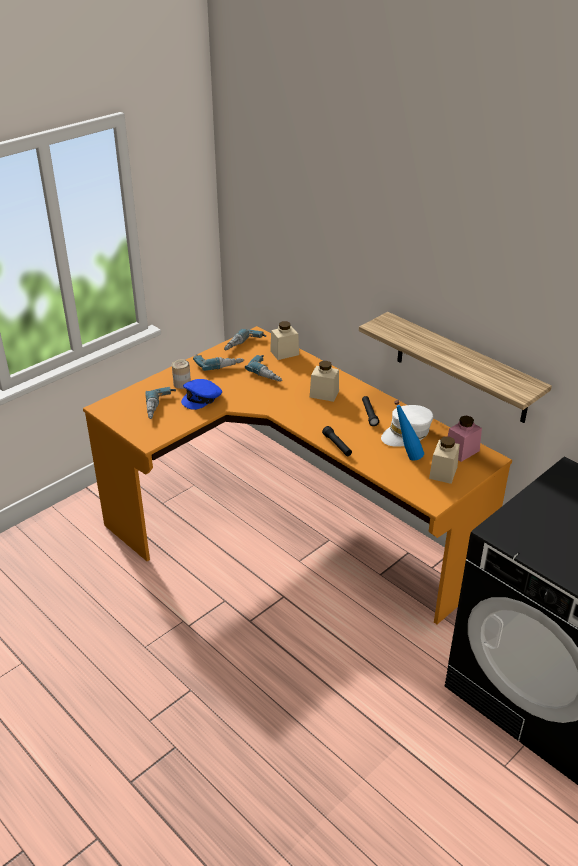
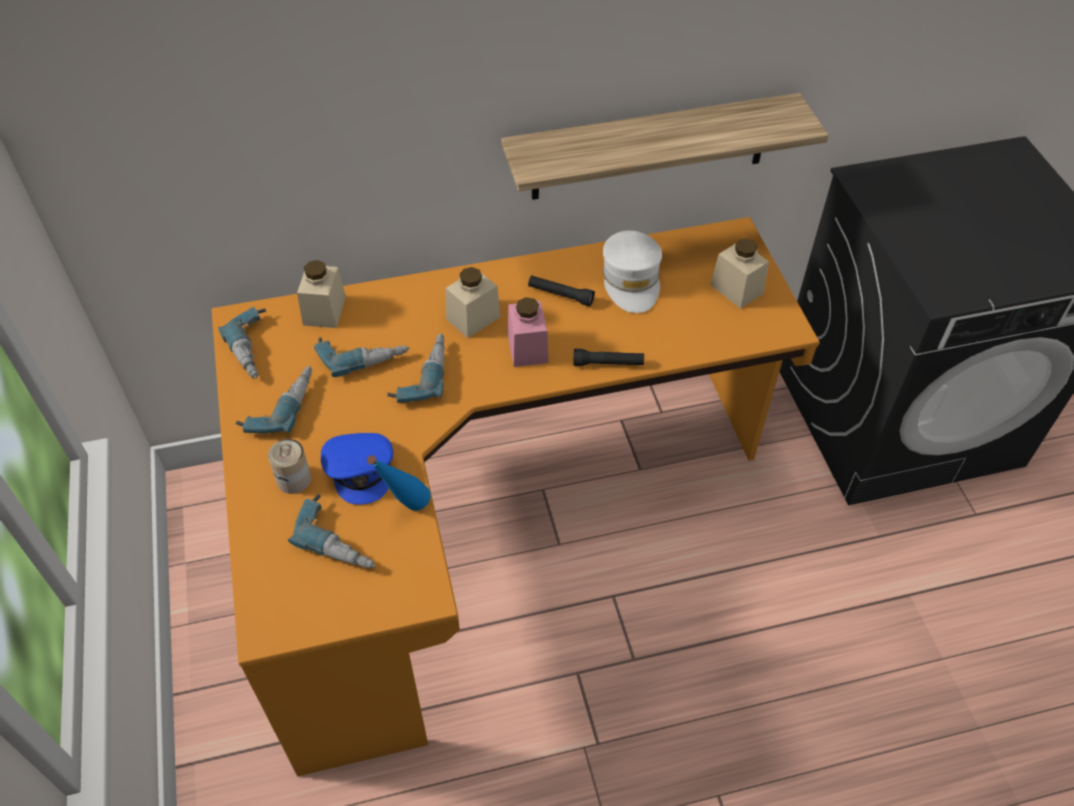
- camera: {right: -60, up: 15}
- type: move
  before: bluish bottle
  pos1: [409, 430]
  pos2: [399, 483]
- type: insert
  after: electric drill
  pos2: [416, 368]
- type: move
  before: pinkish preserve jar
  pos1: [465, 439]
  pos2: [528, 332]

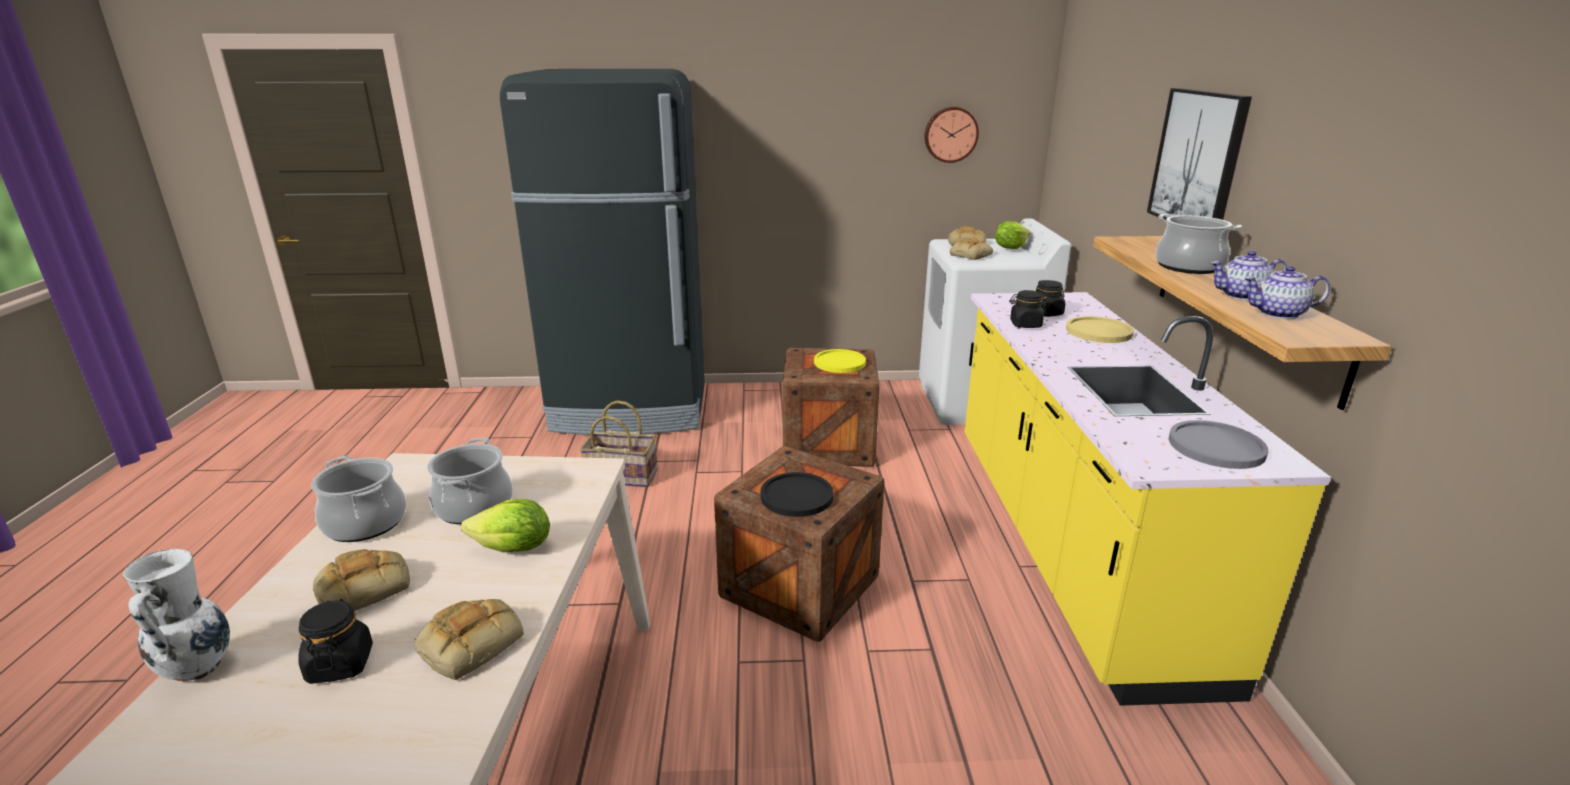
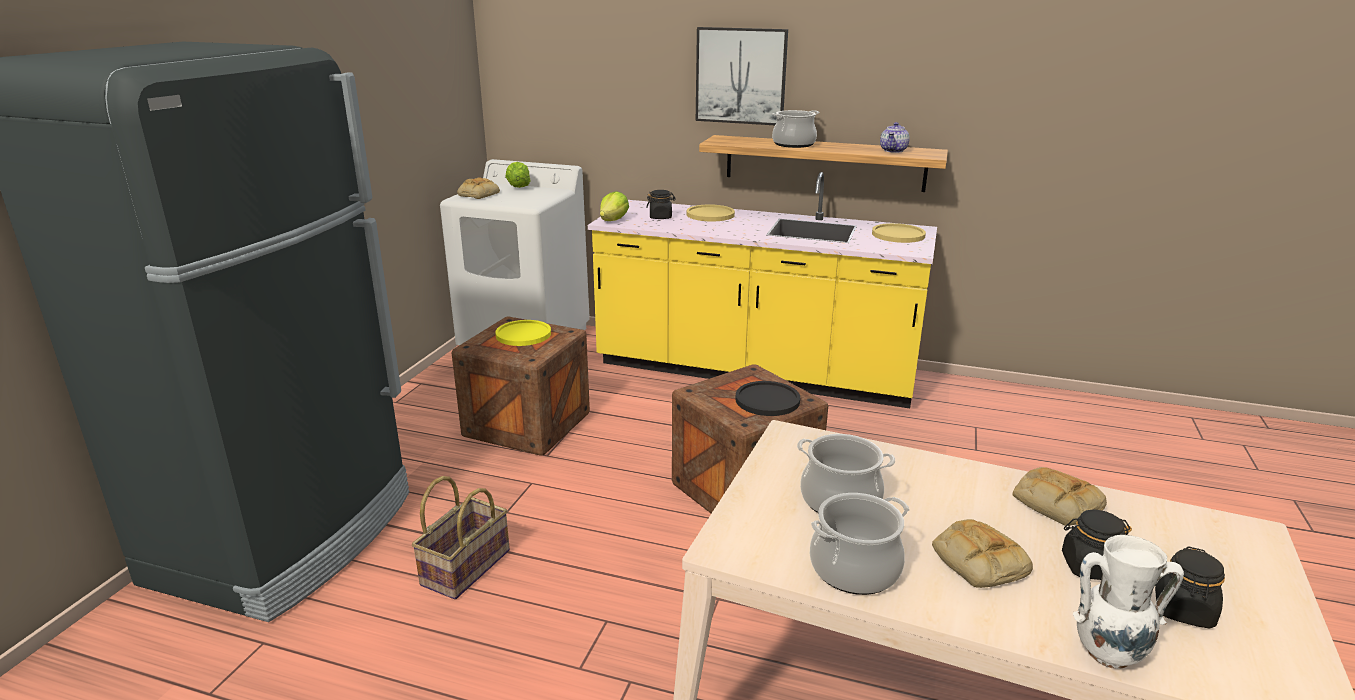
- camera: {right: -70, up: 0}
- type: move
  before: lettuce
  pos1: [505, 525]
  pos2: [614, 206]
- type: recolor
  before: greyish plate
  after: yellowish plate
  pos1: [1218, 444]
  pos2: [899, 233]
- type: move
  before: black-coloured preserve jar
  pos1: [1028, 309]
  pos2: [1190, 587]
- type: delete
  before: hanging clock
  pos1: [952, 135]
- type: delete
  before: baked bread
  pos1: [971, 248]
- type: delete
  before: tea pot
  pos1: [1249, 275]

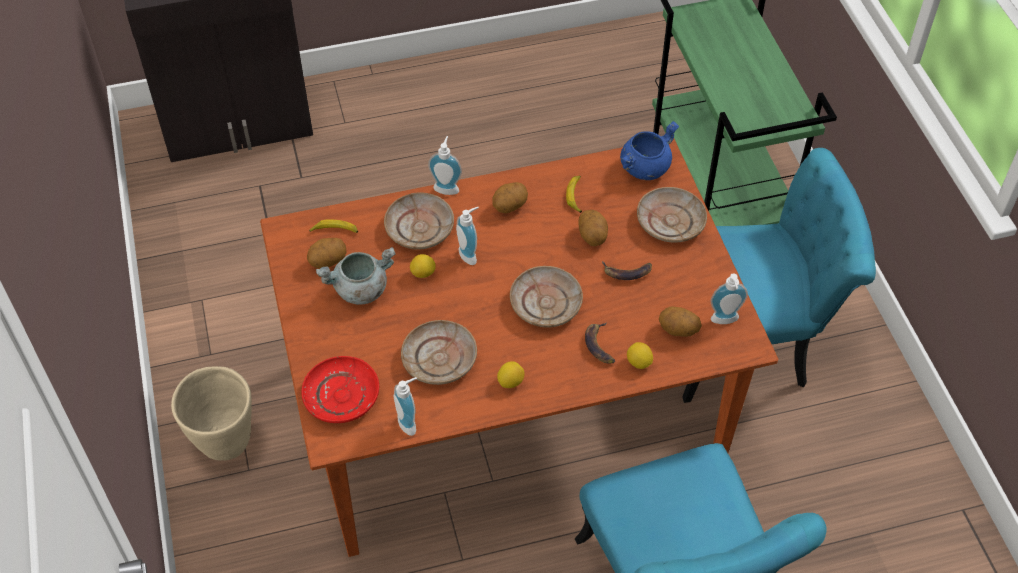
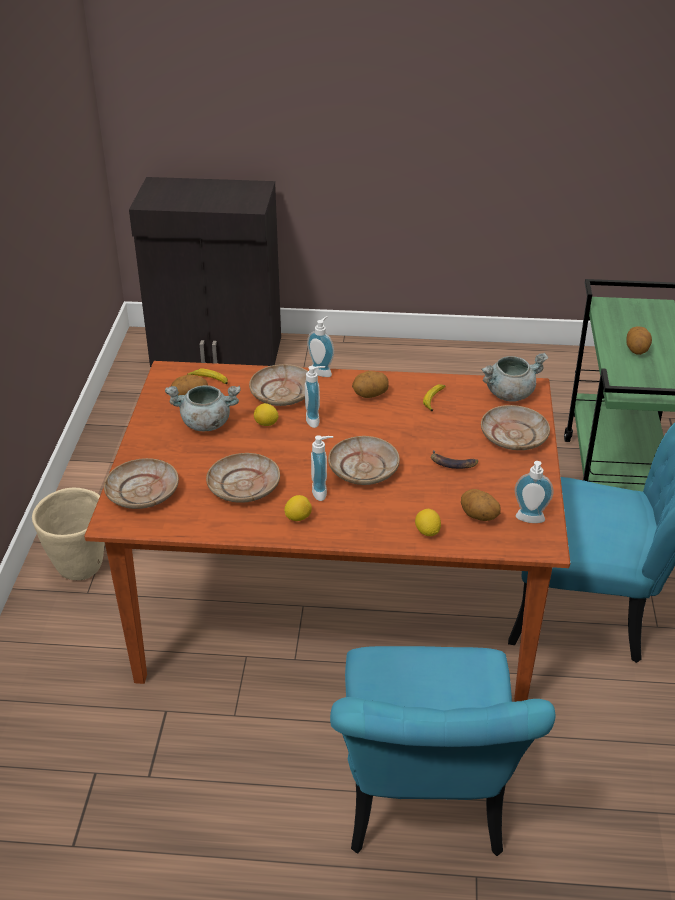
- camera: {right: 20, up: -15}
- type: recolor
  before: reddish plate
  after: beige-coloured plate
  pos1: [340, 389]
  pos2: [141, 483]
- type: move
  before: liquid soap bottle
  pos1: [405, 406]
  pos2: [322, 468]
- type: recolor
  before: bluish saucepot
  after: greyish saucepot
  pos1: [649, 150]
  pos2: [514, 377]
- type: move
  before: whole potato
  pos1: [593, 228]
  pos2: [639, 340]
- type: delete
  before: whole banana
  pos1: [600, 342]

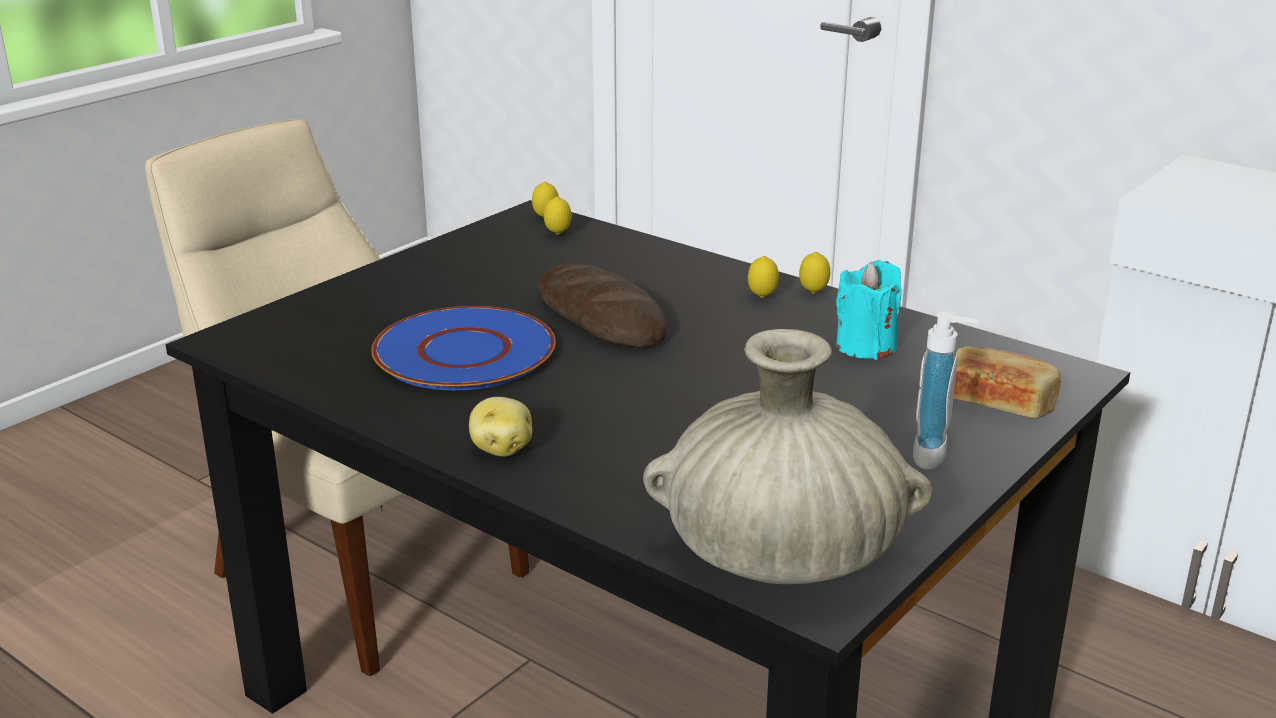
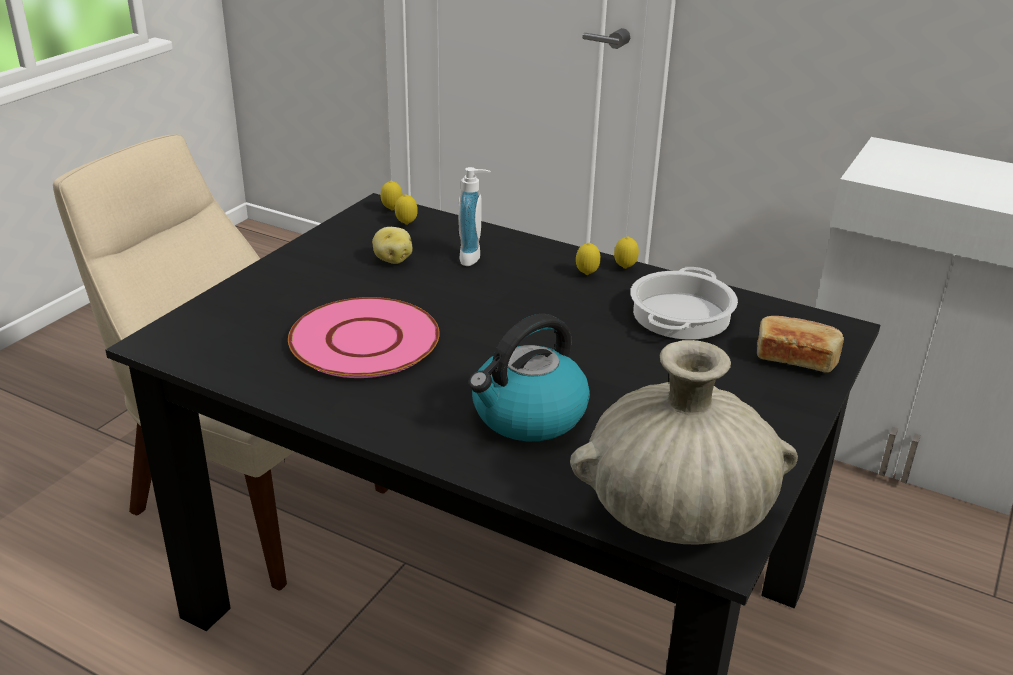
- camera: {right: -10, up: 5}
- type: recolor
  before: bluish plate
  after: pinkish plate
  pos1: [463, 348]
  pos2: [364, 337]
- type: move
  before: whole potato
  pos1: [500, 427]
  pos2: [392, 245]
- type: move
  before: liquid soap bottle
  pos1: [946, 391]
  pos2: [474, 216]
- type: insert
  after: water kettle
  pos2: [529, 377]
- type: replace
  before: blue-green wax candle
  after: saucepot
  pos1: [869, 310]
  pos2: [684, 303]
- type: delete
  before: baked bread
  pos1: [602, 305]

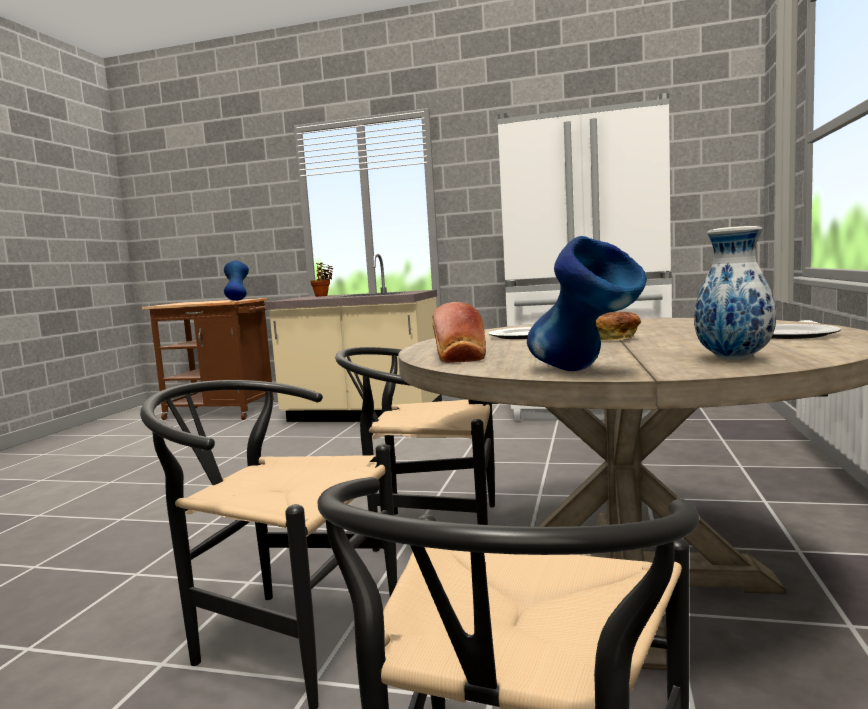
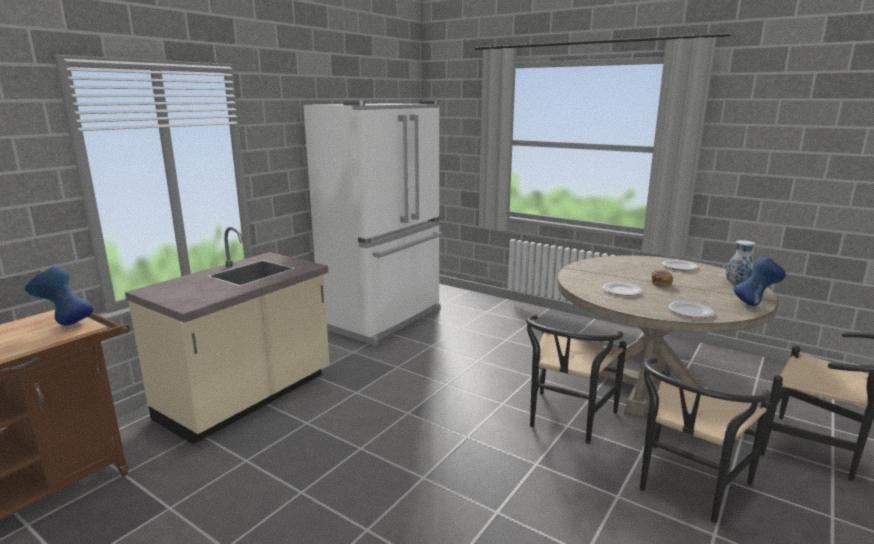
- camera: {right: -70, up: 10}
- type: replace
  before: baked bread
  after: plate
  pos1: [459, 332]
  pos2: [691, 309]
- type: delete
  before: houseplant
  pos1: [322, 279]

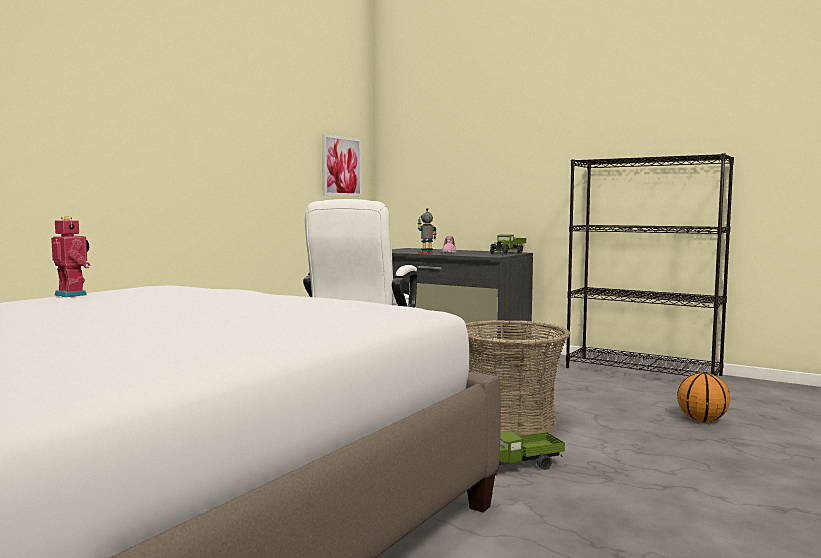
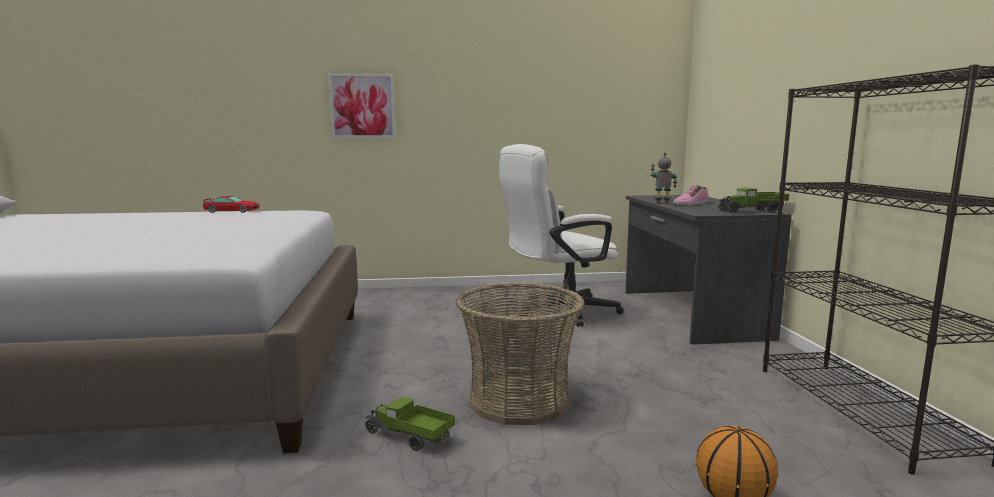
- camera: {right: 50, up: 5}
- type: replace
  before: robot figure
  after: miniature car
  pos1: [70, 256]
  pos2: [231, 204]
- type: move
  before: picture
  pos1: [342, 165]
  pos2: [362, 105]

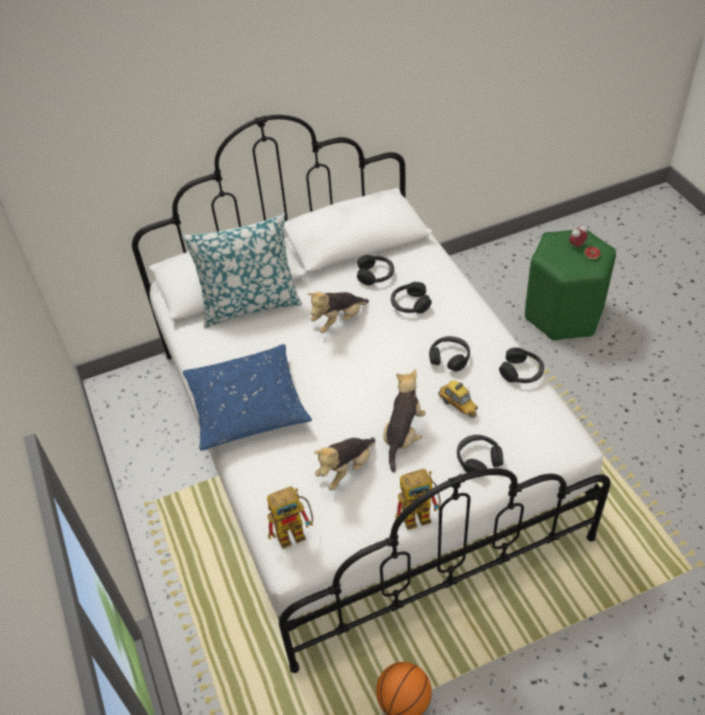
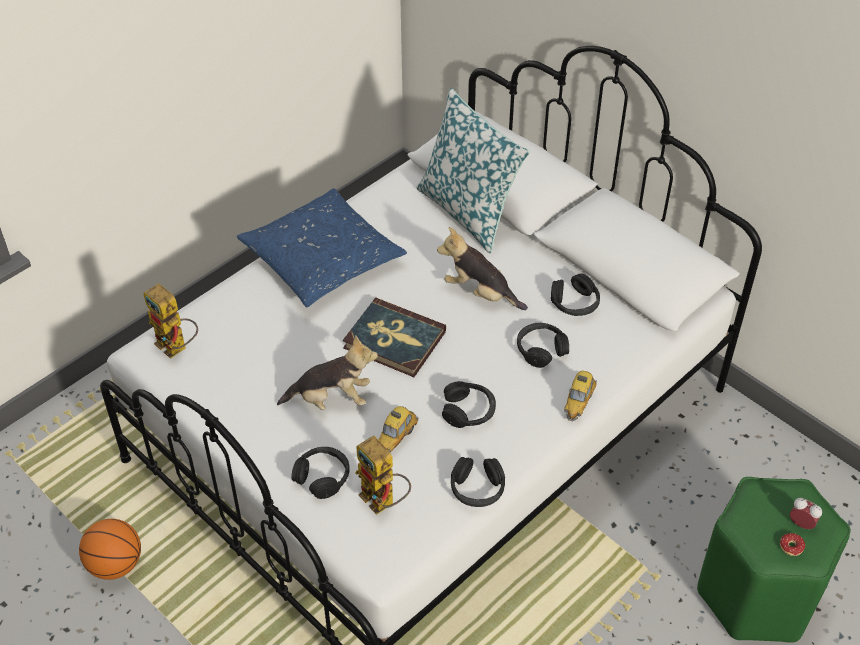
- camera: {right: 65, up: 0}
- type: insert
  after: volume
  pos2: [394, 337]
- type: move
  before: robot figure
  pos1: [418, 499]
  pos2: [383, 475]
- type: insert
  after: miniature car
  pos2: [580, 396]
- type: delete
  before: plush toy
  pos1: [344, 464]

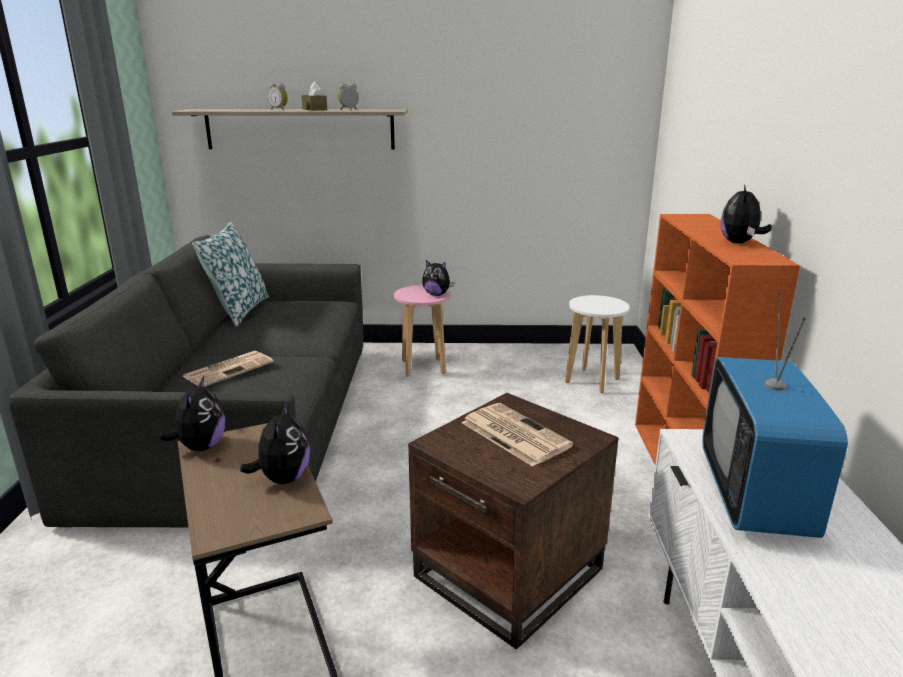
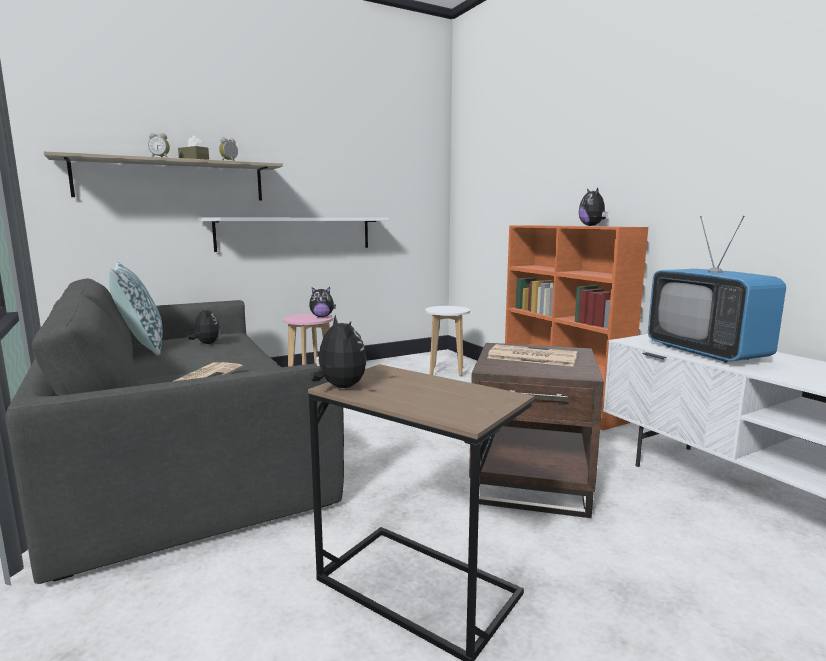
- camera: {right: -30, up: -10}
- type: move
  before: plush toy
  pos1: [275, 443]
  pos2: [204, 325]
- type: insert
  after: white shelf
  pos2: [293, 235]

